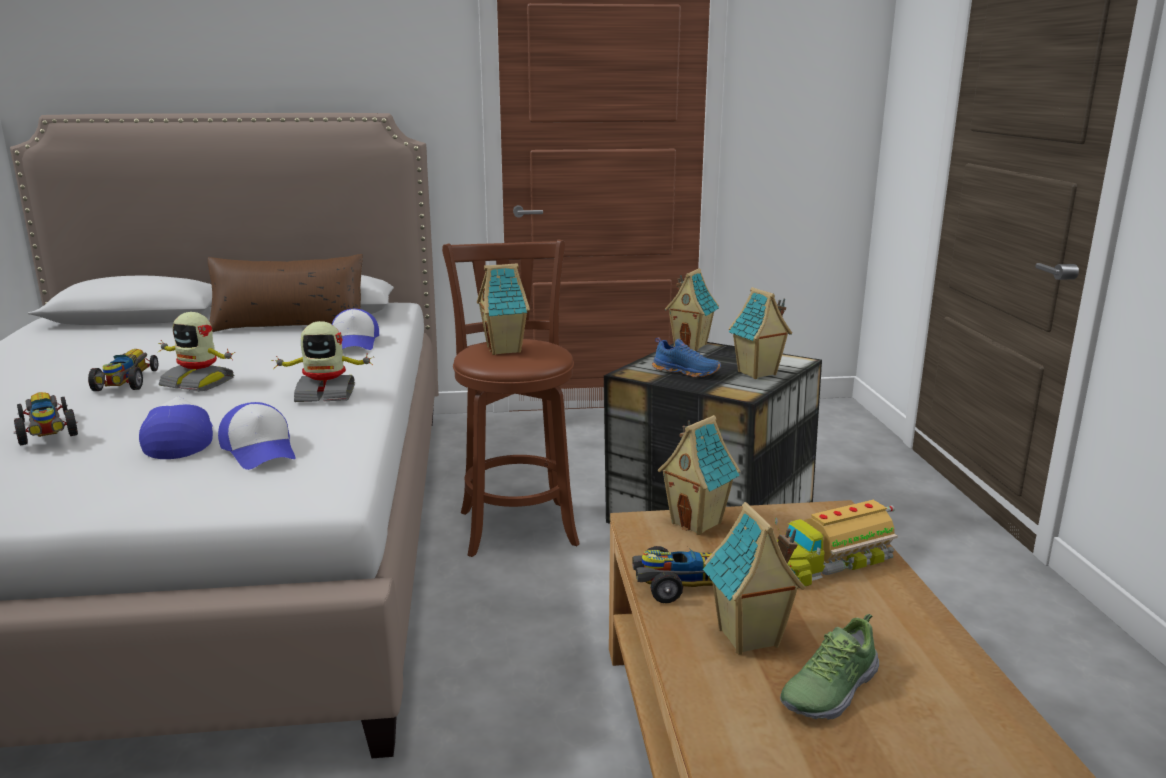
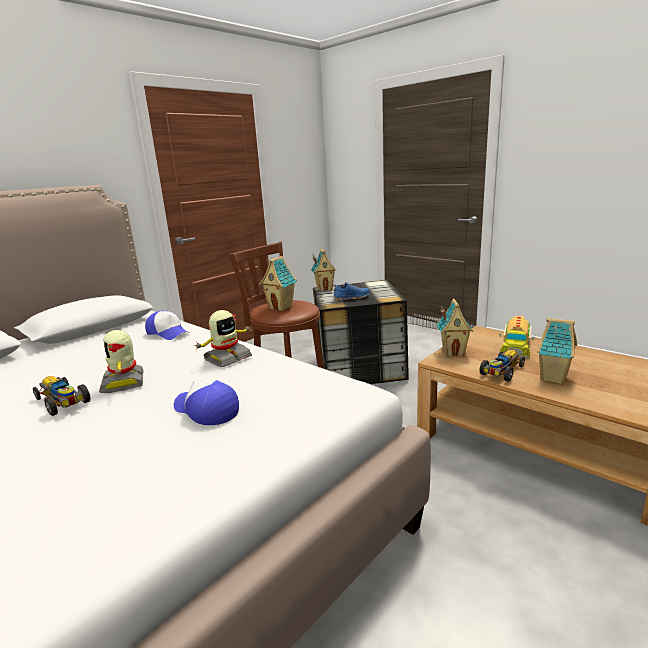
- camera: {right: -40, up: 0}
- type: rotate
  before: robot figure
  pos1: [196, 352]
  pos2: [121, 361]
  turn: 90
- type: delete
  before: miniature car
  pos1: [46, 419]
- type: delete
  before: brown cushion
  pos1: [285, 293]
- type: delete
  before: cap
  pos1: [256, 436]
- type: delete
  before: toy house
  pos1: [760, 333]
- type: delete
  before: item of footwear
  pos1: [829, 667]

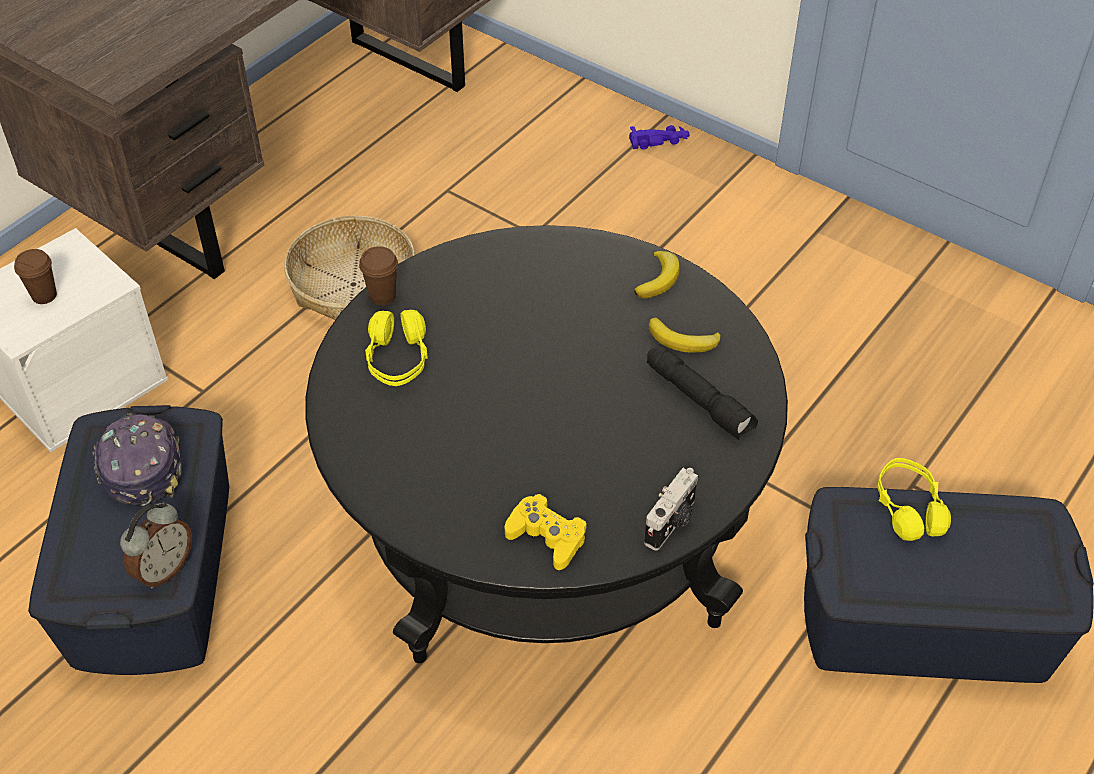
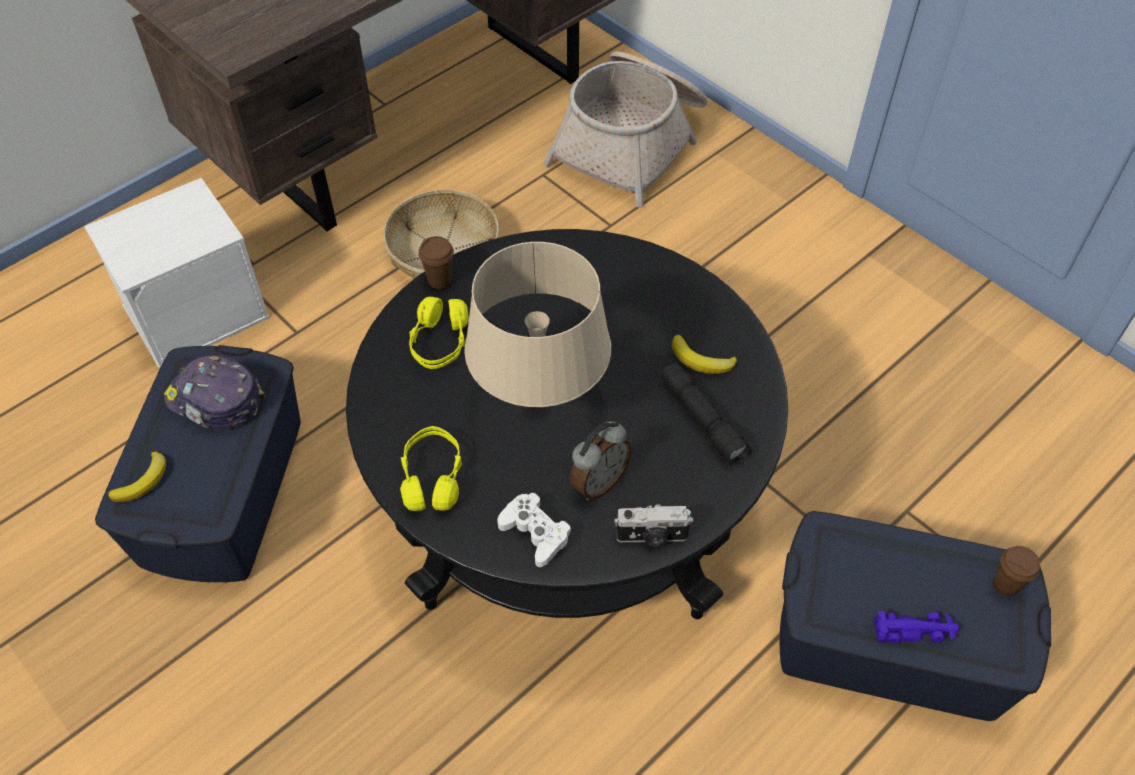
- camera: {right: 10, up: 5}
- type: move
  before: whole banana
  pos1: [657, 274]
  pos2: [137, 476]
- type: rotate
  before: cap
  pos1: [136, 459]
  pos2: [215, 392]
  turn: -60
- type: move
  before: yellowish headset
  pos1: [914, 499]
  pos2: [431, 468]
- type: insert
  after: beige-coloured lamp for a table
  pos2: [537, 324]
- type: recolor
  before: yellowish game controller
  after: white game controller
  pos1: [546, 532]
  pos2: [534, 530]
- type: insert
  after: basket
  pos2: [625, 129]
- type: move
  before: alarm clock
  pos1: [156, 545]
  pos2: [601, 460]
- type: rotate
  before: still camera
  pos1: [671, 509]
  pos2: [653, 525]
  turn: 45
- type: move
  before: purple miniature car
  pos1: [659, 137]
  pos2: [916, 627]
- type: move
  before: brown small cup
  pos1: [35, 276]
  pos2: [1016, 571]

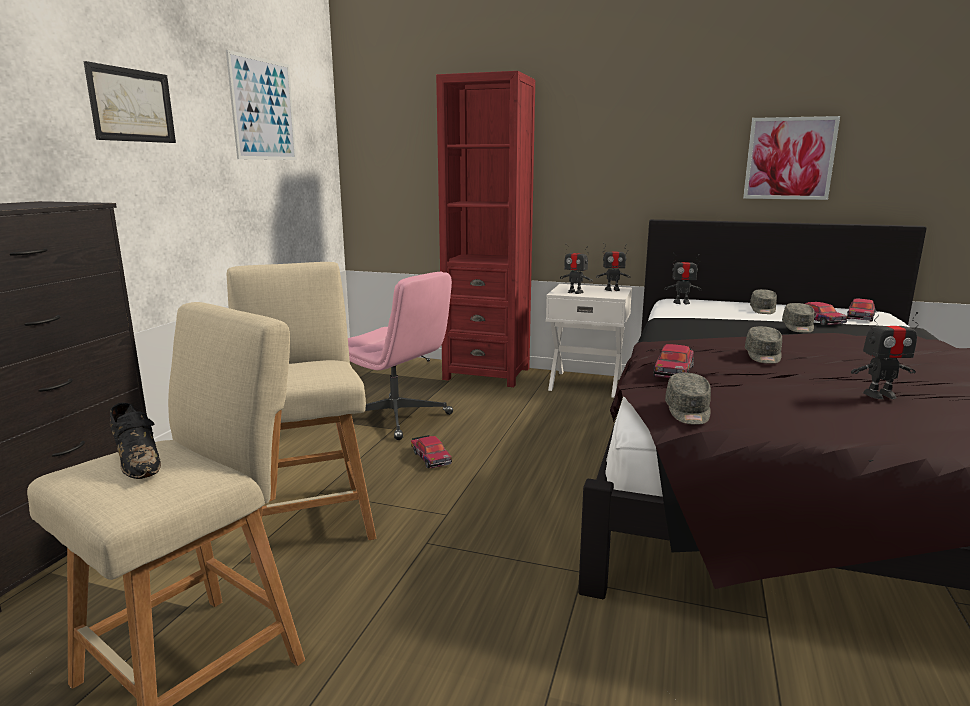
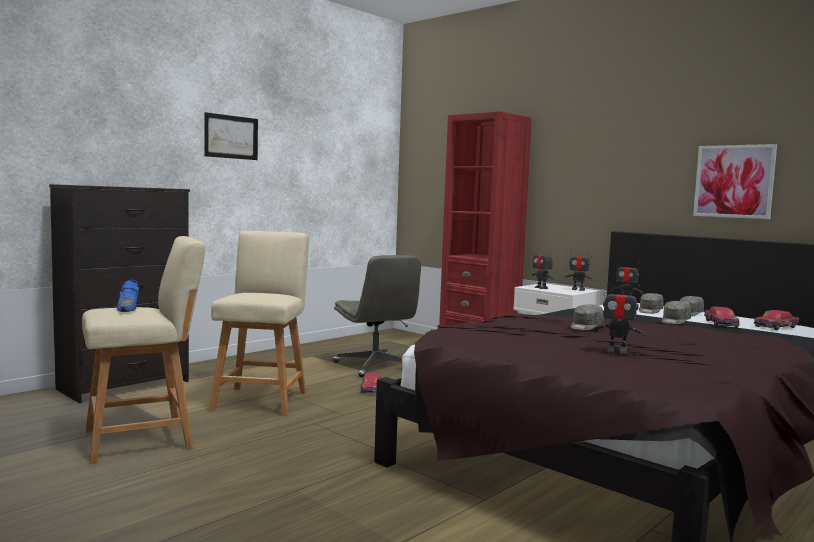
- camera: {right: 25, up: -10}
- type: recolor
  before: black-coloured item of footwear
  after: bluish item of footwear
  pos1: [135, 441]
  pos2: [128, 296]
- type: recolor
  before: pinkish office chair
  after: greyish office chair
  pos1: [400, 356]
  pos2: [377, 316]
- type: move
  before: greyish cap
  pos1: [688, 399]
  pos2: [651, 303]
- type: delete
  before: picture
  pos1: [261, 105]
- type: delete
  before: miniature car
  pos1: [673, 361]

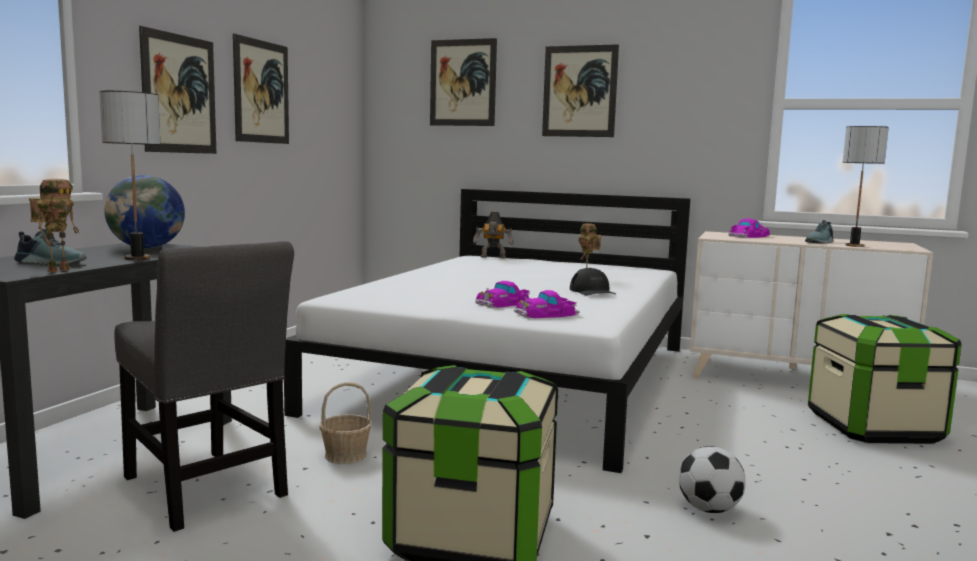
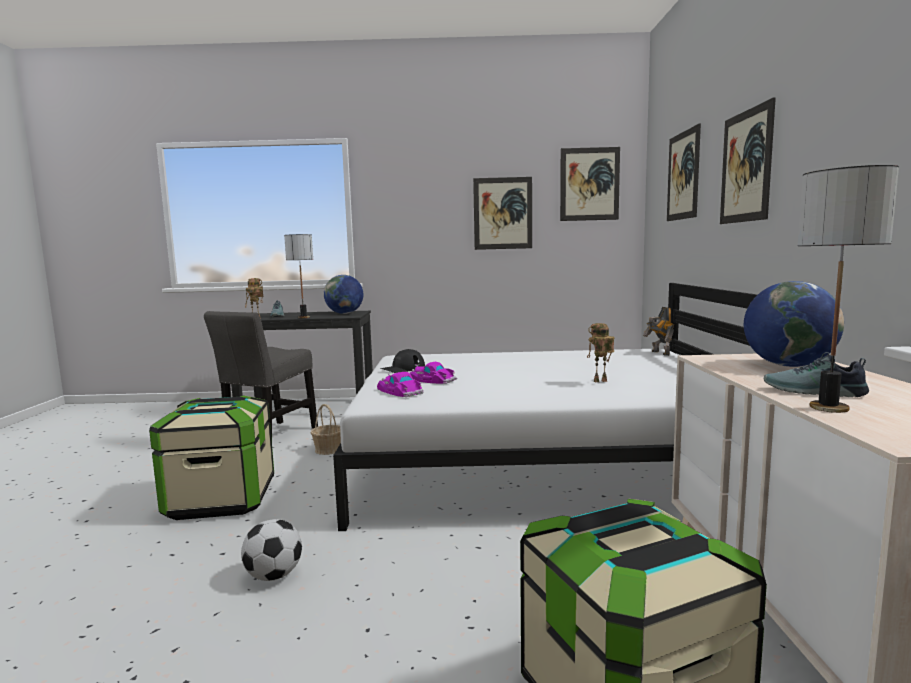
- camera: {right: 70, up: 0}
- type: move
  before: black-coloured cap
  pos1: [592, 281]
  pos2: [402, 361]
- type: move
  before: picture
  pos1: [177, 90]
  pos2: [590, 184]
- type: replace
  before: miniature car
  after: globe
  pos1: [749, 228]
  pos2: [794, 324]

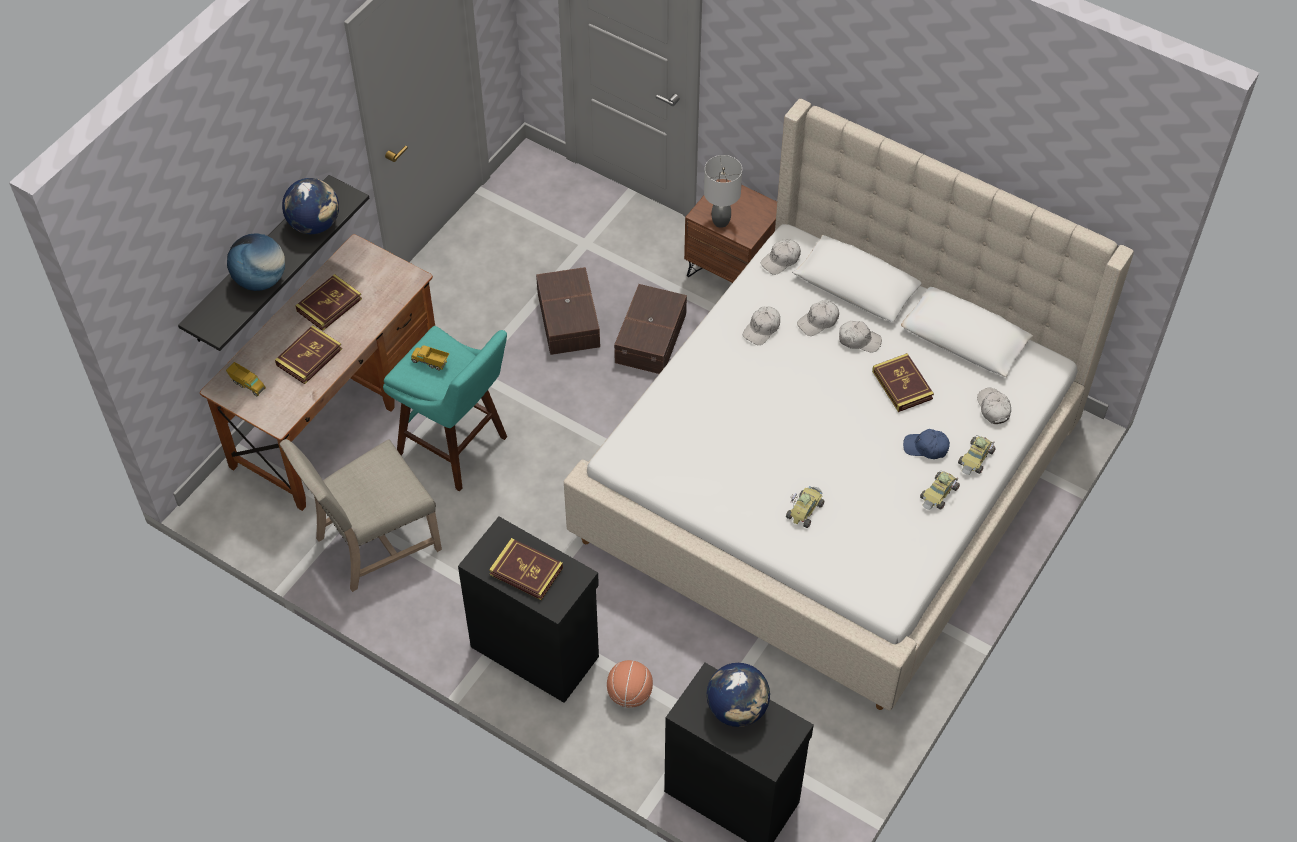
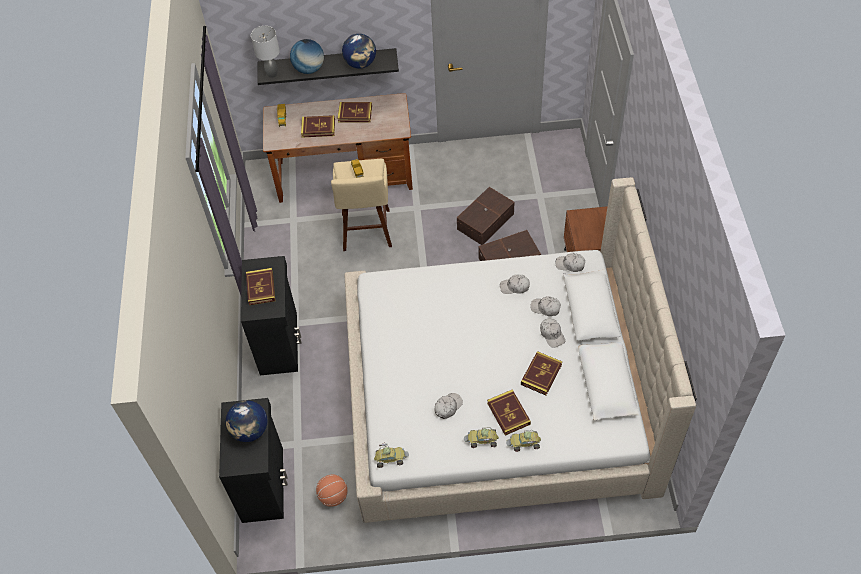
- camera: {right: 55, up: 0}
- type: move
  before: greyish lamp for a table
  pos1: [723, 191]
  pos2: [265, 52]
- type: move
  before: ball for basketball
  pos1: [630, 684]
  pos2: [332, 490]
- type: recolor
  before: blue-green stool seat
  after: beige-coloured stool seat
  pos1: [445, 409]
  pos2: [361, 205]
- type: move
  before: miniature car
  pos1: [805, 507]
  pos2: [391, 455]
- type: move
  before: white cap
  pos1: [994, 406]
  pos2: [449, 406]
- type: replace
  before: bluish cap
  after: volume
  pos1: [926, 444]
  pos2: [509, 412]
- type: delete
  before: beige-coloured upright chair
  pos1: [360, 515]

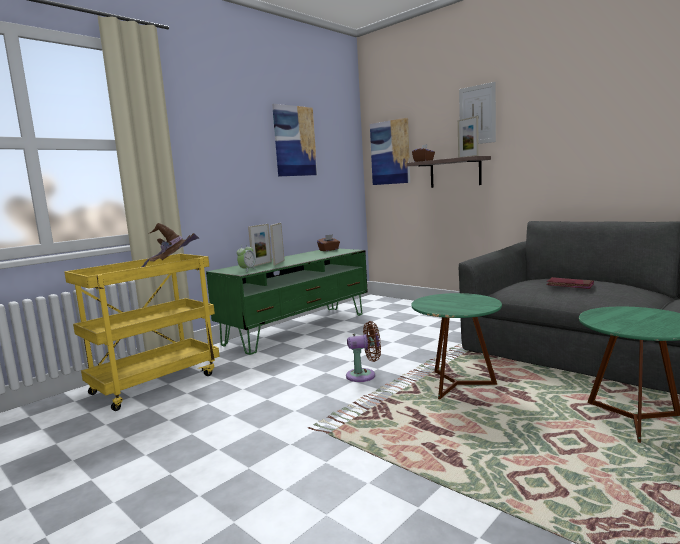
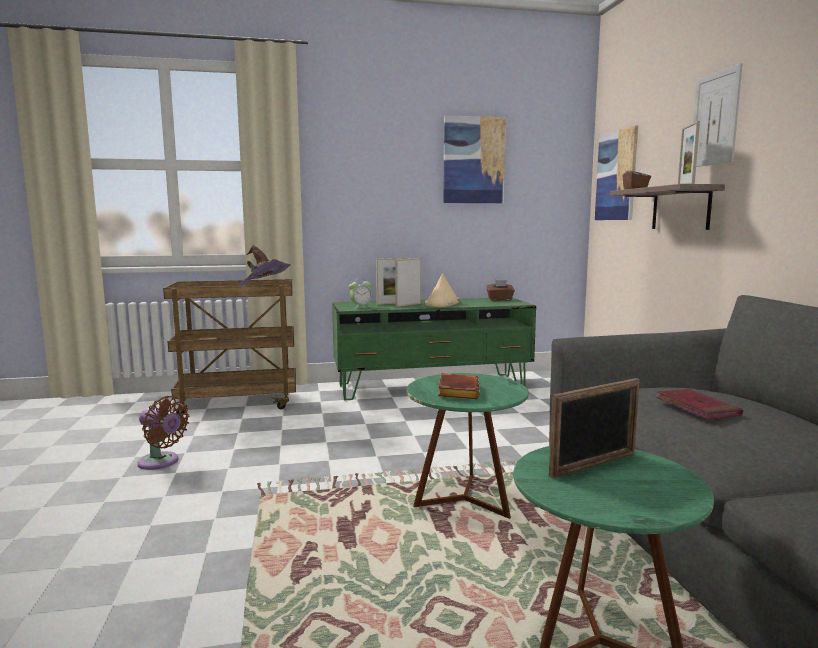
- camera: {right: 35, up: 0}
- type: move
  before: brown cooling fan
  pos1: [363, 351]
  pos2: [163, 433]
- type: recolor
  before: yellowish trolley
  after: brown trolley
  pos1: [142, 332]
  pos2: [229, 347]
- type: insert
  after: beige-coloured clothing hat
  pos2: [442, 290]
- type: insert
  after: brown volume
  pos2: [459, 386]
- type: insert
  after: photo frame
  pos2: [594, 428]

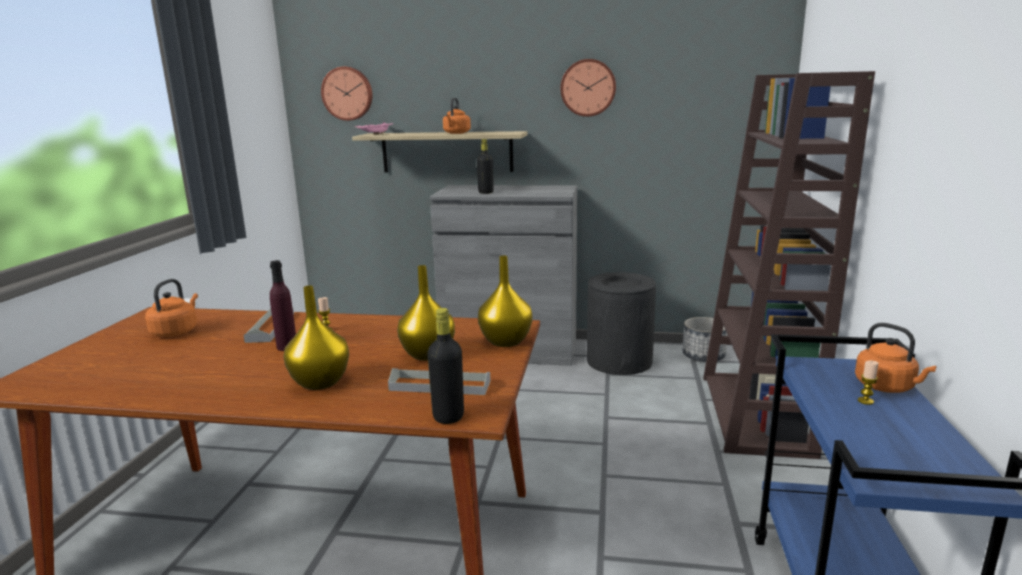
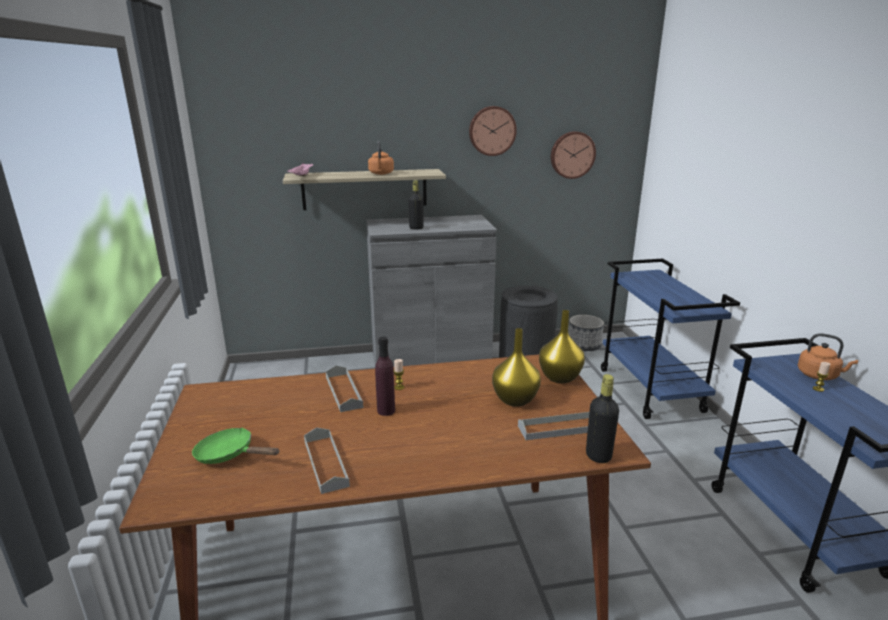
- camera: {right: -20, up: 5}
- type: insert
  after: greenish pan
  pos2: [236, 446]
- type: insert
  after: greyish tray
  pos2: [327, 460]
- type: move
  before: hanging clock
  pos1: [347, 94]
  pos2: [573, 155]
- type: replace
  before: brown bookcase
  after: bluish trolley
  pos1: [789, 265]
  pos2: [670, 338]
- type: delete
  before: orange-coloured water kettle
  pos1: [171, 308]
- type: delete
  before: yellowish flower vase
  pos1: [316, 337]

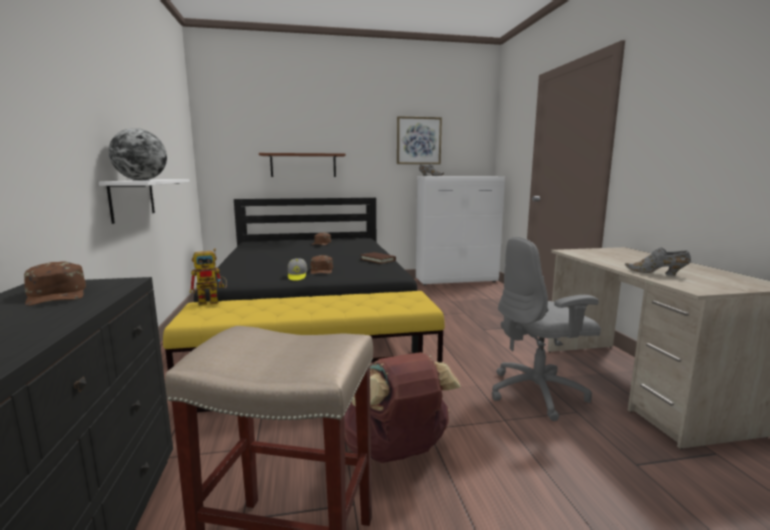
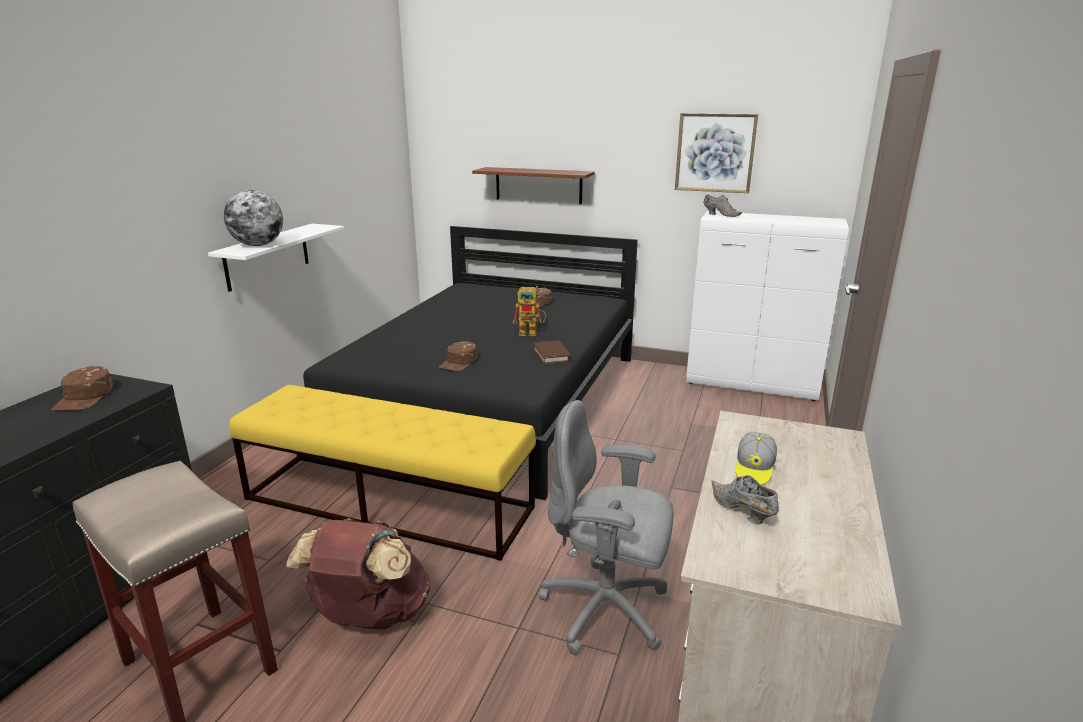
- camera: {right: 30, up: 10}
- type: move
  before: robot figure
  pos1: [208, 277]
  pos2: [529, 311]
- type: move
  before: cap
  pos1: [297, 269]
  pos2: [756, 458]

